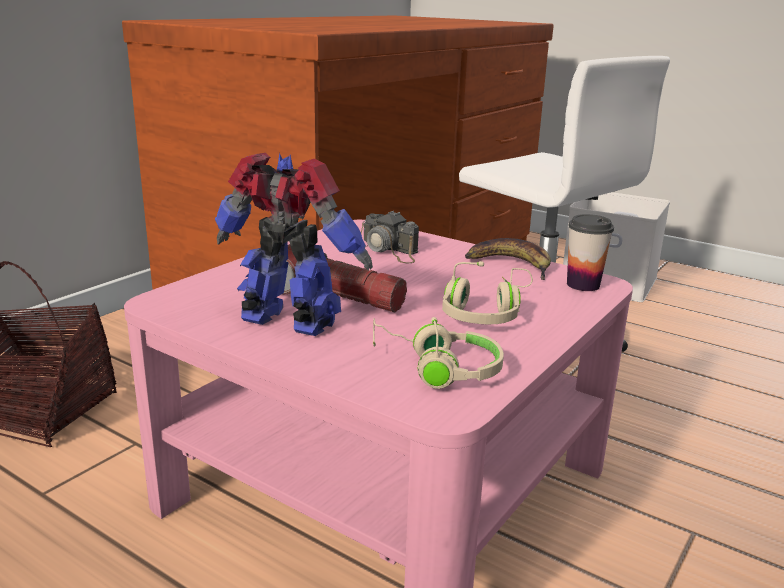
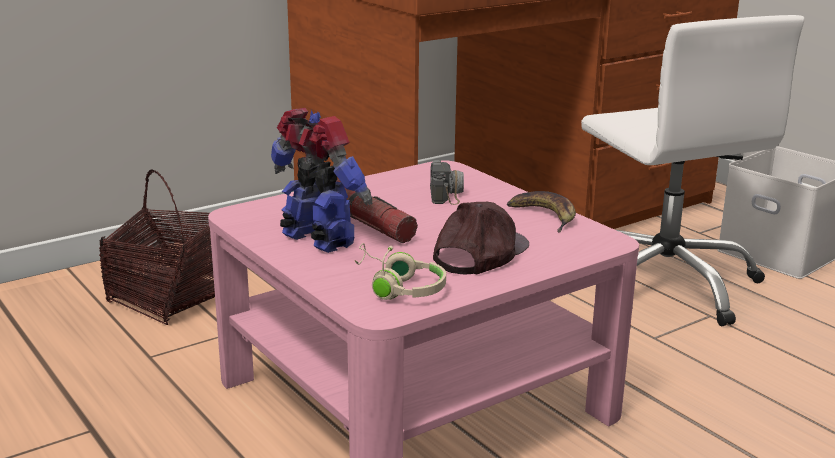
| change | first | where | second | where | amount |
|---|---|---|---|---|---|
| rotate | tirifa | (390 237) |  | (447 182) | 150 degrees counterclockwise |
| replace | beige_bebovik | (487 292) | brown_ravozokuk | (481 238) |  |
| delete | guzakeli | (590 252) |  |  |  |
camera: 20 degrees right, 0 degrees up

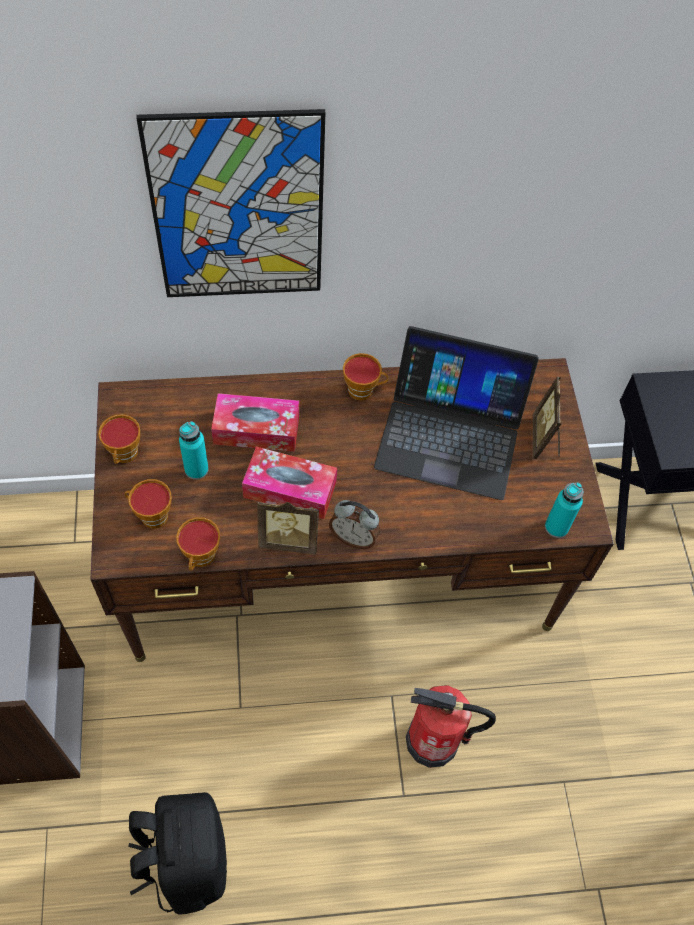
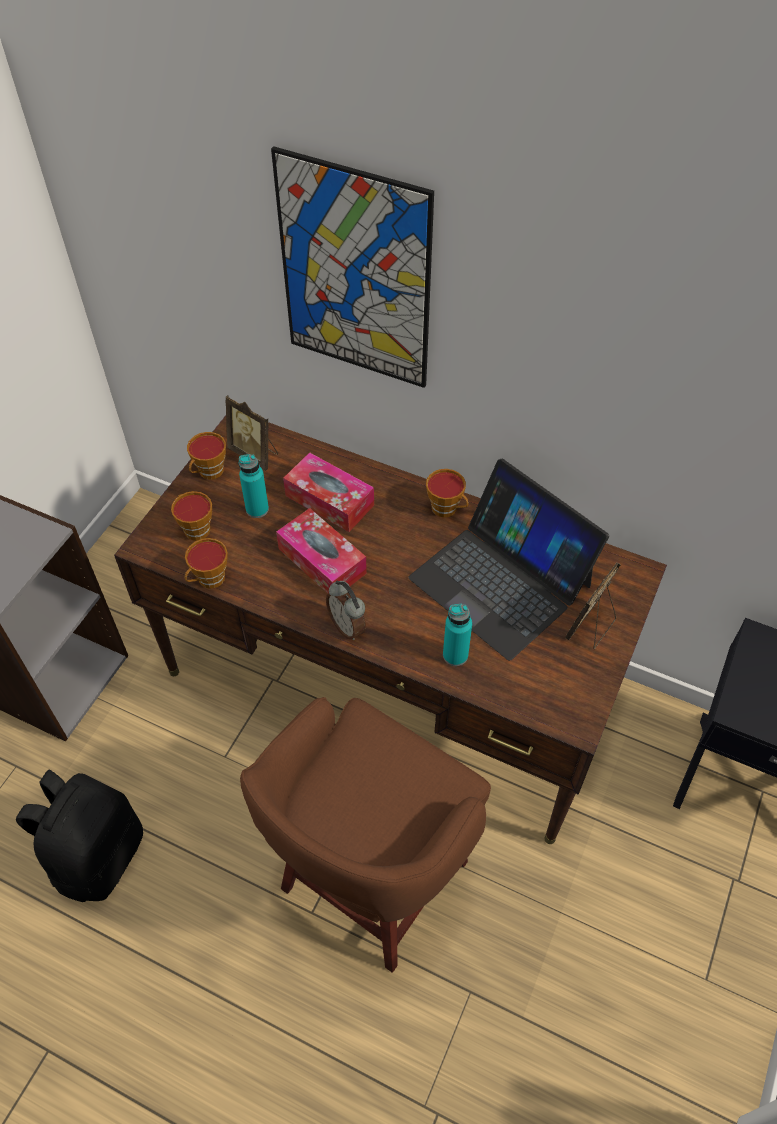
| change | first | where | second | where | amount |
|---|---|---|---|---|---|
| move | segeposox | (288 527) |  | (252 433) |  |
| replace | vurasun | (451 726) | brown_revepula | (365 835) |  |
| move | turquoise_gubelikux | (564 510) |  | (457 635) |  |
camera: 35 degrees right, 5 degrees down

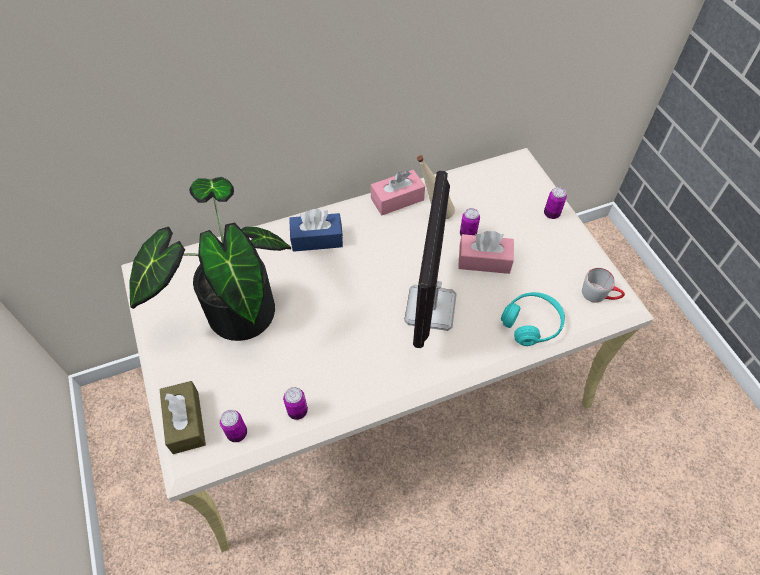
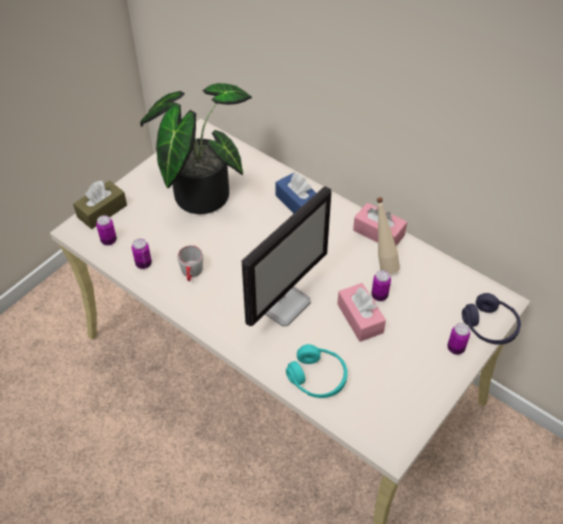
| change | first | where | second | where | amount |
|---|---|---|---|---|---|
| rotate | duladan | (430 259) |  | (287 256) | 150 degrees clockwise |
| move | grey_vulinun | (603 285) |  | (190 263) |  |
| insert |  |  | purple_bebovik | (491 319) |  |
camera: 60 degrees right, 5 degrees down

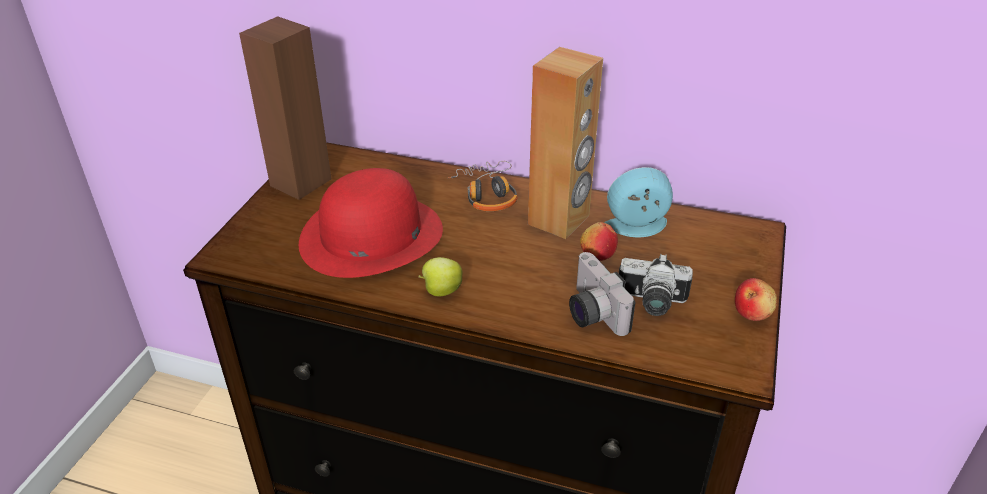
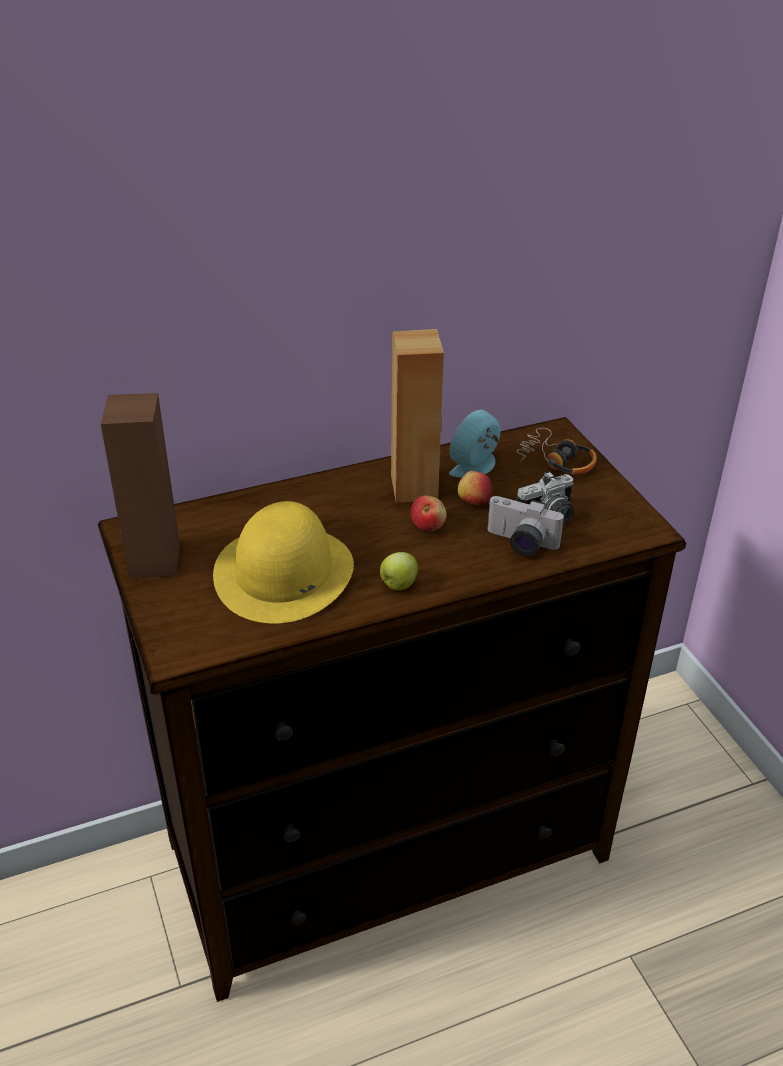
| change | first | where | second | where | amount |
|---|---|---|---|---|---|
| recolor | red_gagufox | (371 223) | yellow_gagufox | (283 562) |  |
| move | bebovik | (482 186) |  | (557 451) |  |
| move | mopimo | (756 299) |  | (428 513) |  |
camera: 40 degrees left, 0 degrees up

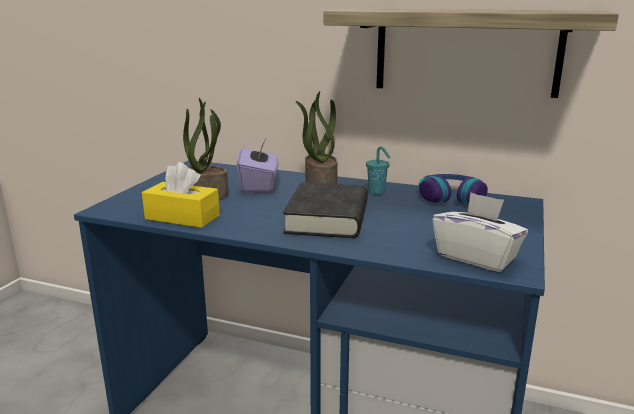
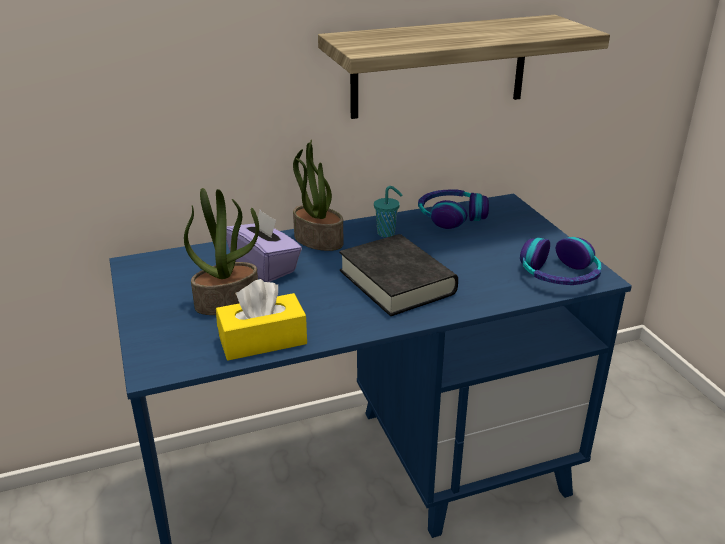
| change | first | where | second | where | amount |
|---|---|---|---|---|---|
| replace | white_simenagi | (480 232) | bebovik | (561 261) |  |
camera: 40 degrees left, 10 degrees up

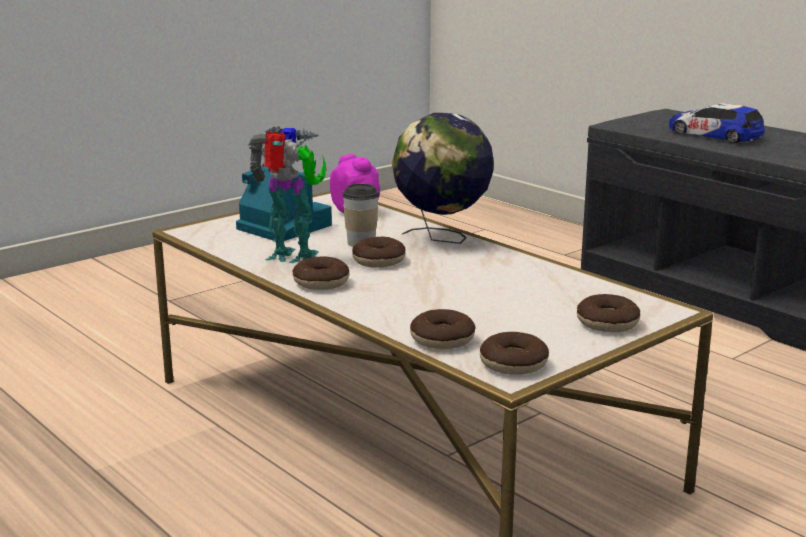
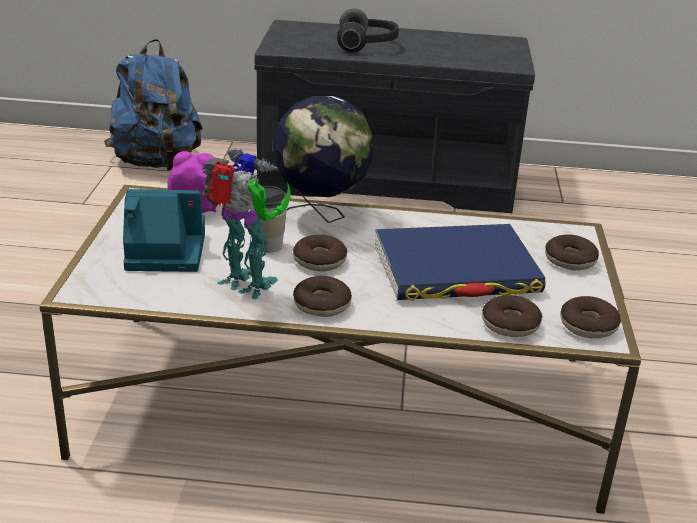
| change | first | where | second | where | amount |
|---|---|---|---|---|---|
| rotate | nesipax | (287 194) |  | (246 224) | 60 degrees clockwise |
| replace | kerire | (717 123) | bebovik | (368 30) |  |
| insert |  |  | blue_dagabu | (153 105) |  |
| insert |  |  | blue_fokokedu | (460 262) |  |
camera: 45 degrees left, 10 degrees up

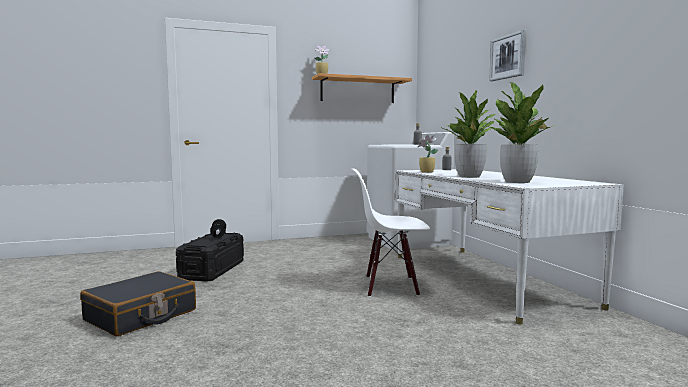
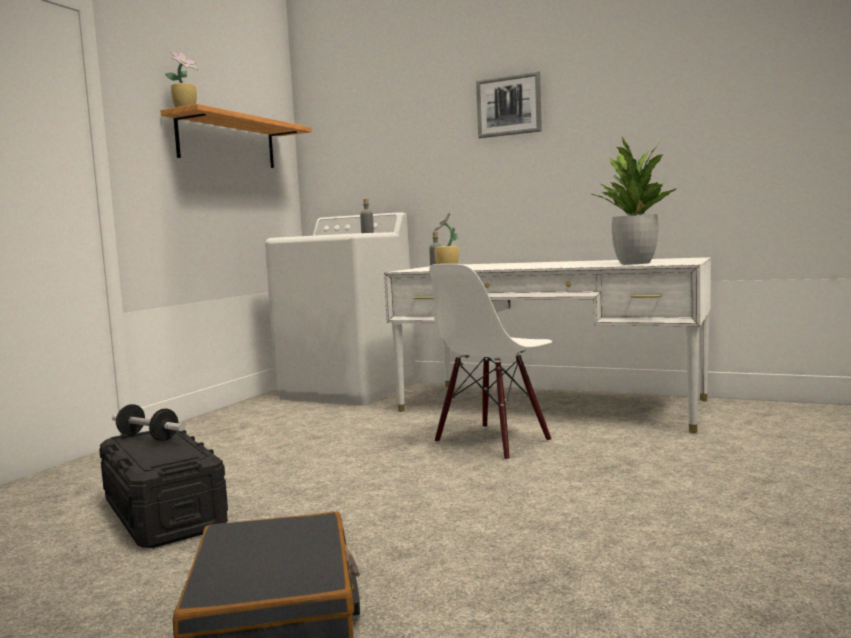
| change | first | where | second | where | amount |
|---|---|---|---|---|---|
| delete | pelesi | (469 134) |  |  |  |
camera: 45 degrees left, 0 degrees up

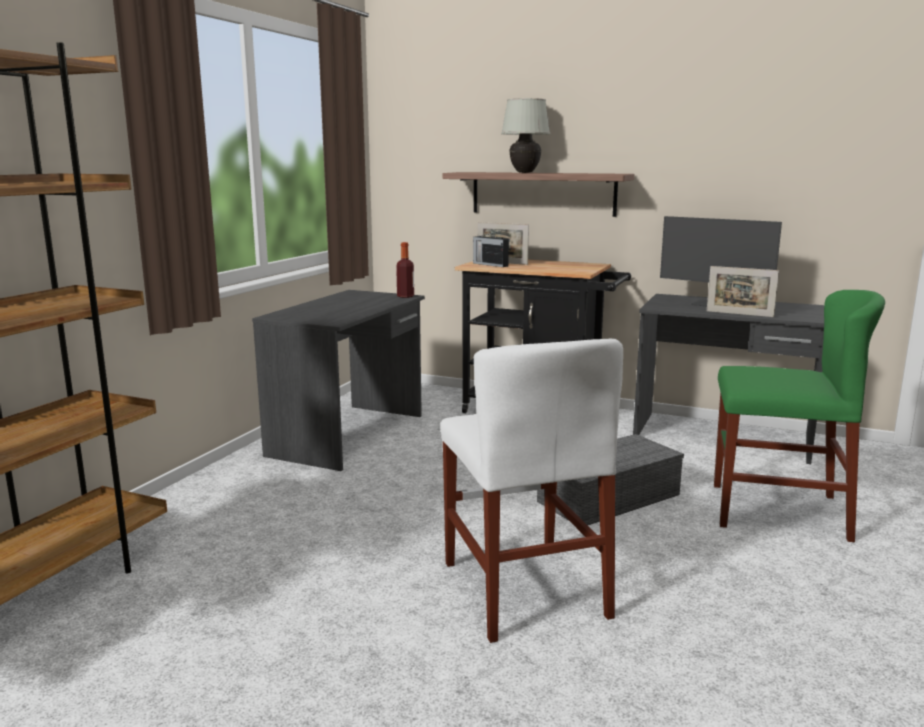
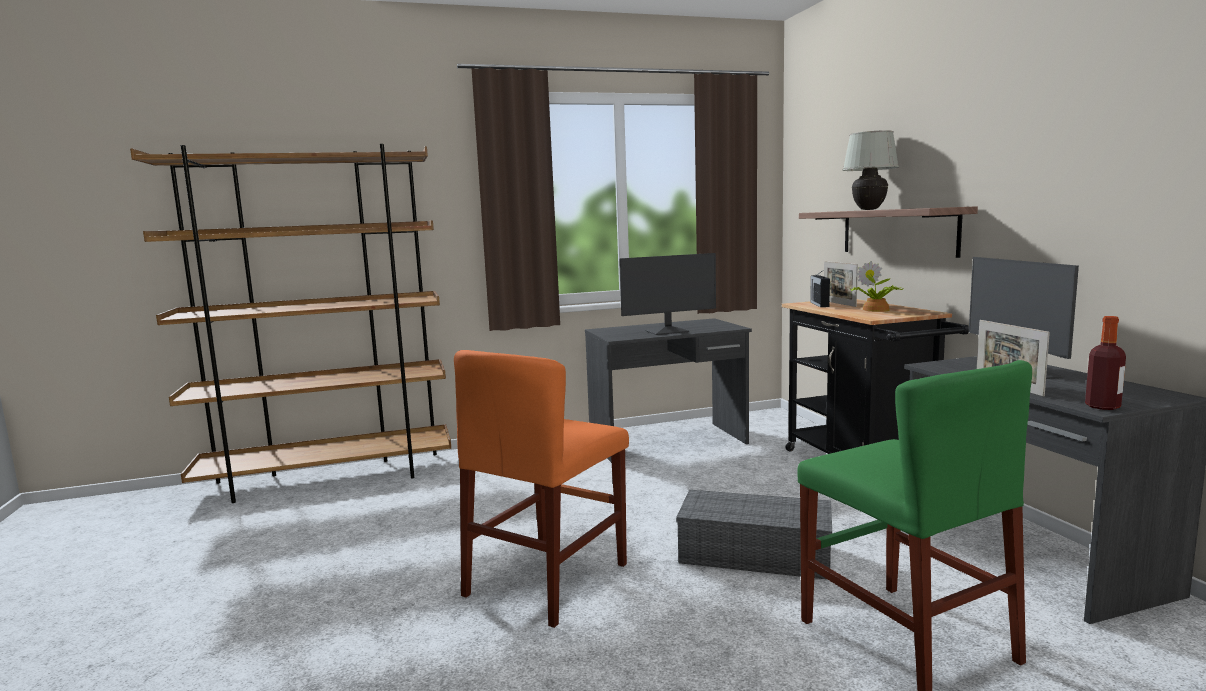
| change | first | where | second | where | amount |
|---|---|---|---|---|---|
| move | gubelikux | (405 270) |  | (1105 363) |  |
| recolor | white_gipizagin | (532 490) | orange_gipizagin | (541 489) |  |
| insert |  |  | duladan | (667 294) |  |
| insert |  |  | pelesi | (876 286) |  |
camera: 50 degrees right, 5 degrees down

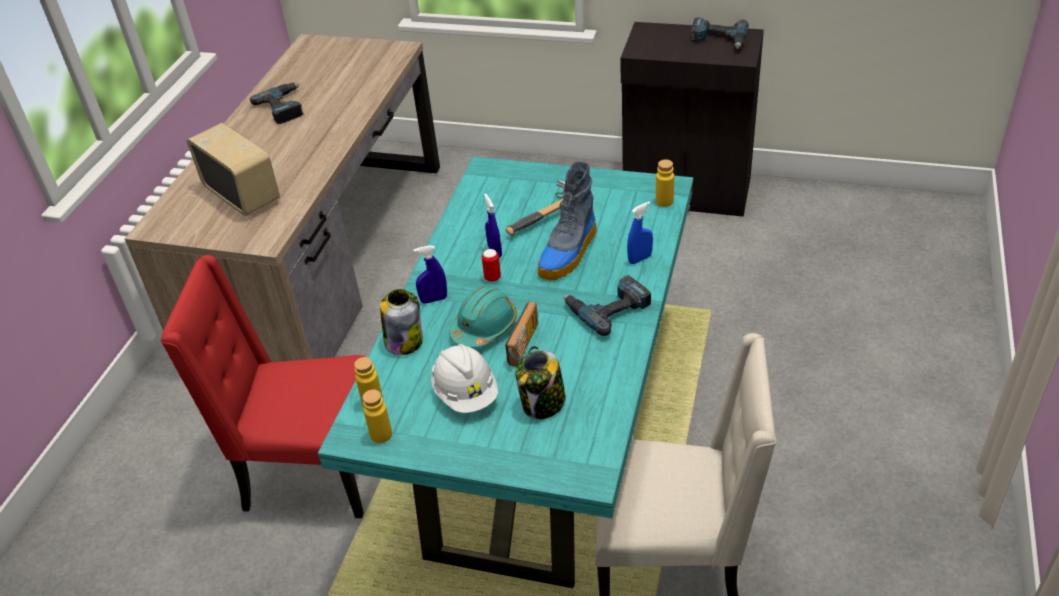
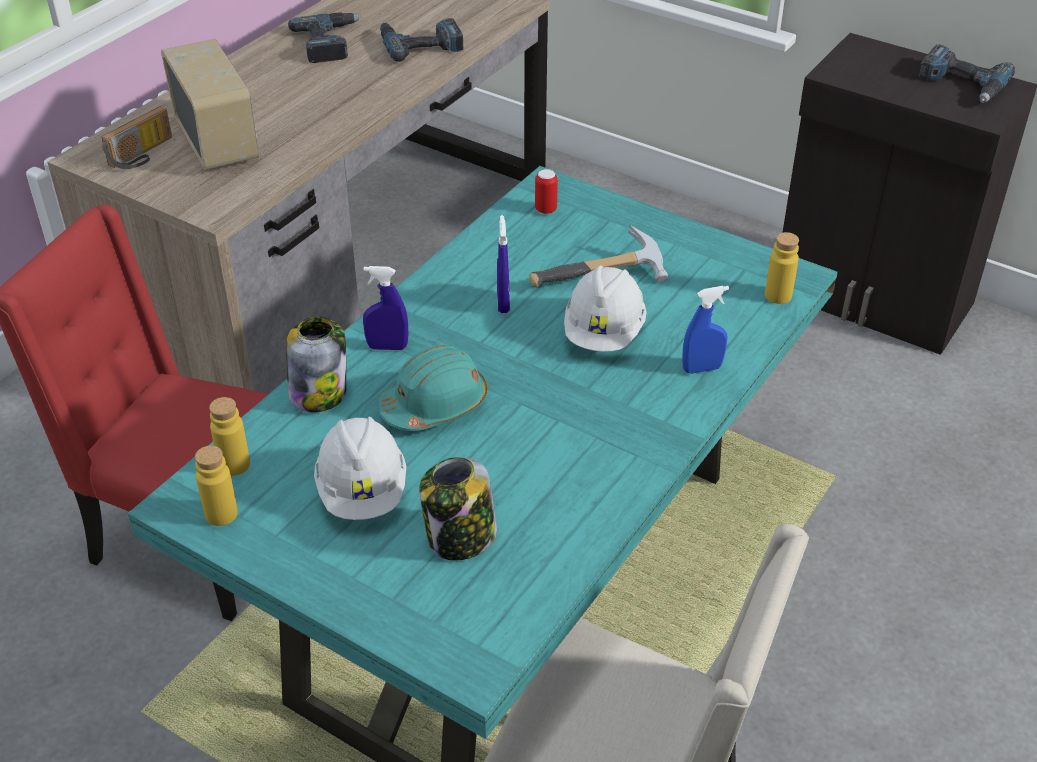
| change | first | where | second | where | amount |
|---|---|---|---|---|---|
| move | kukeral | (491 265) |  | (546 191) |  |
| move | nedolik | (522 334) |  | (137 137) |  |
| replace | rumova | (567 220) | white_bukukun | (605 308) |  |
| move | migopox | (607 305) |  | (421 40) |  |
camera: 15 degrees right, 0 degrees up

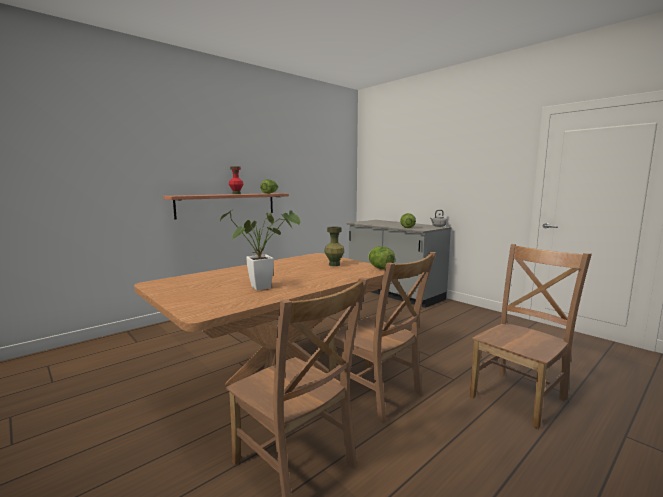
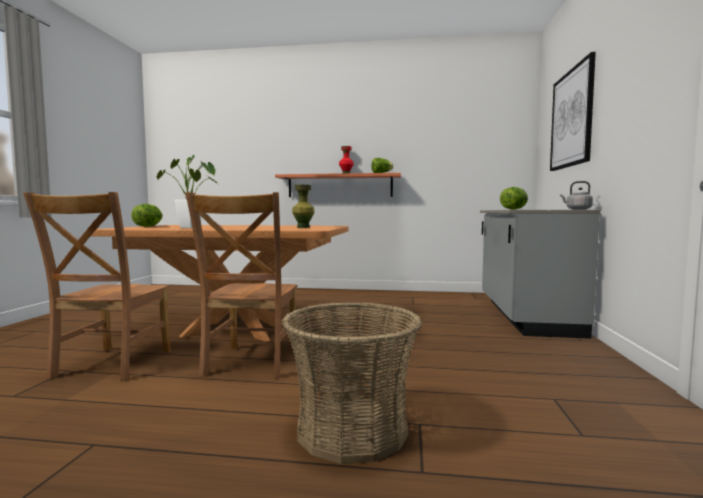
| change | first | where | second | where | amount |
|---|---|---|---|---|---|
| move | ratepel | (381 257) |  | (147 215) |  |
| replace | brown_gipizagin | (530 336) | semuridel | (352 383) |  |
| insert |  |  | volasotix | (573 111) |  |
camera: 50 degrees right, 5 degrees down

